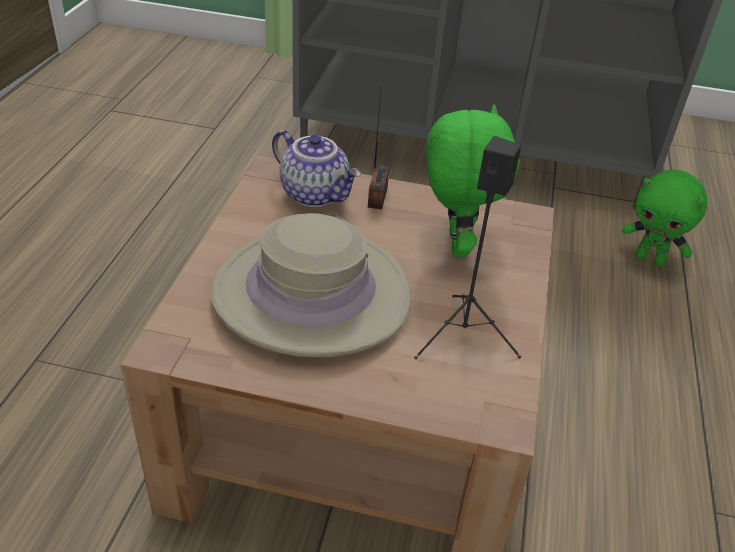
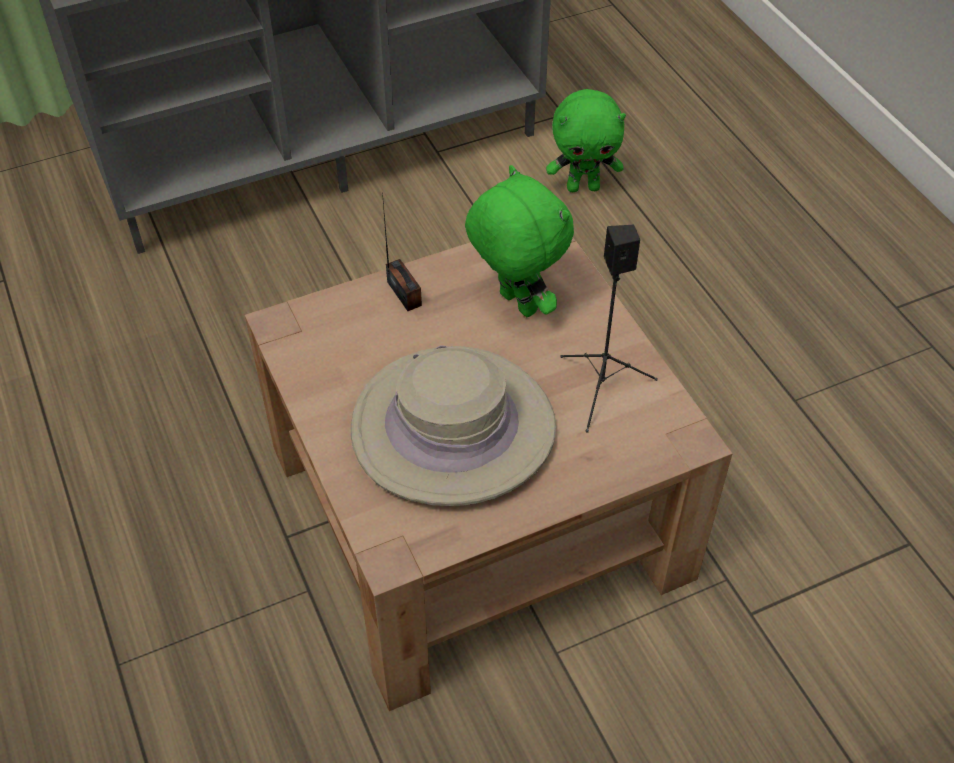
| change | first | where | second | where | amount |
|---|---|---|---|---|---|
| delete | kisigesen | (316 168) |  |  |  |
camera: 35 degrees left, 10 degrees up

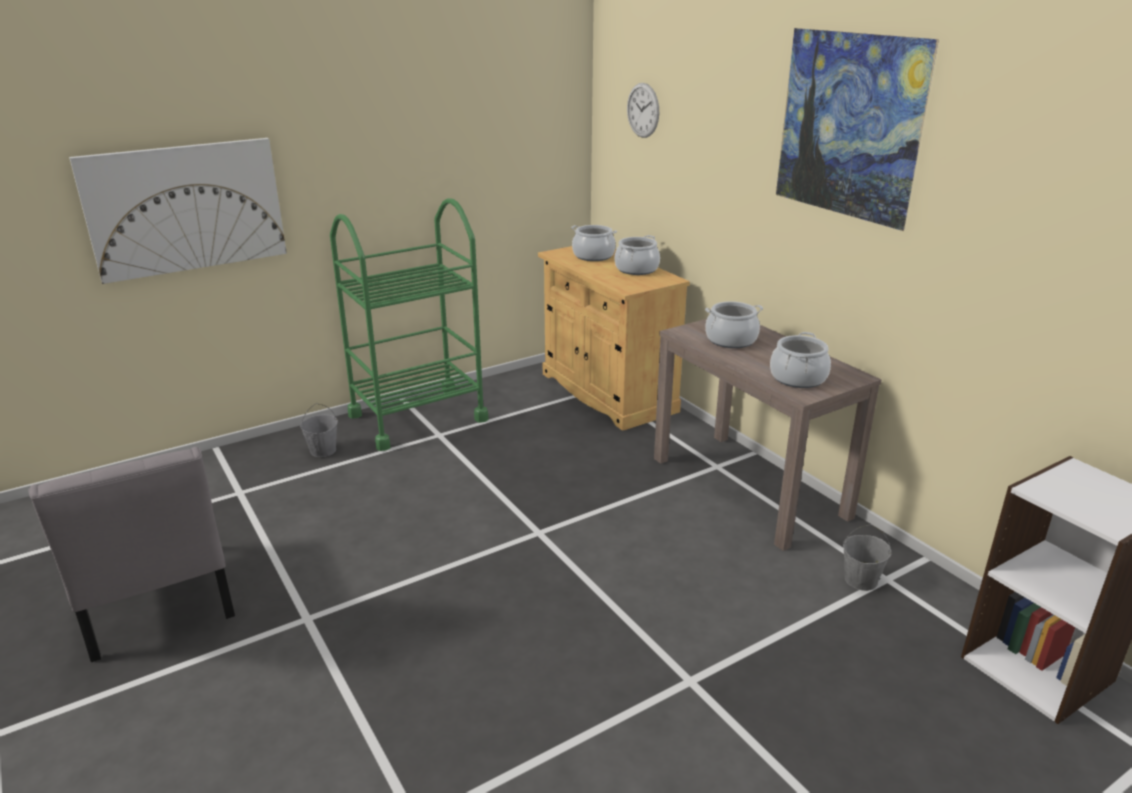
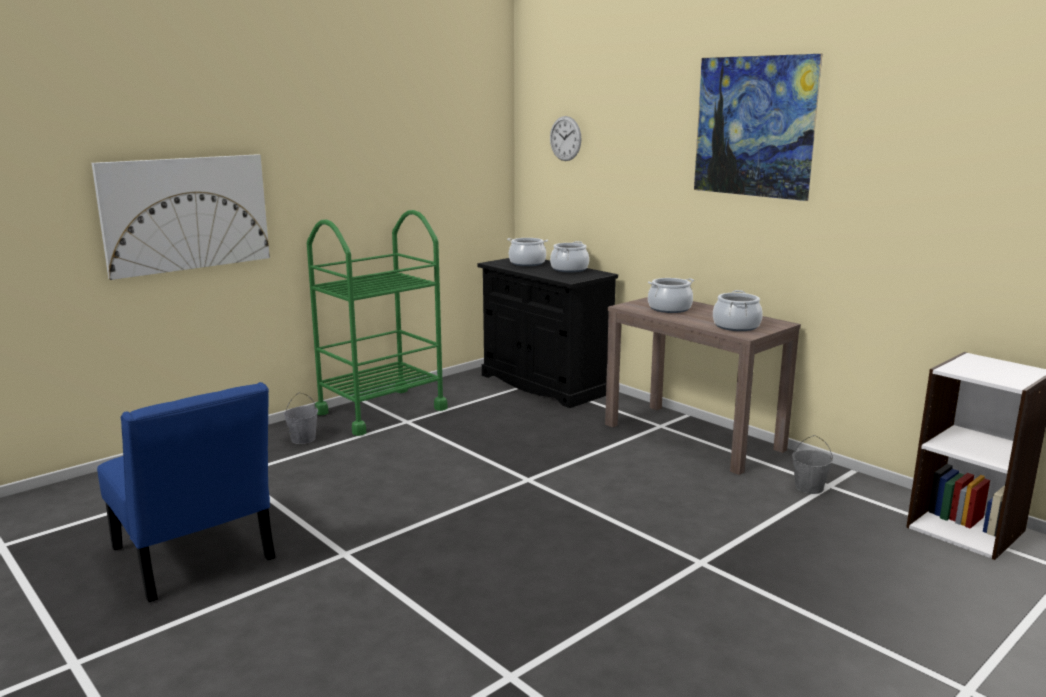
| change | first | where | second | where | amount |
|---|---|---|---|---|---|
| recolor | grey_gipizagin | (131 554) | blue_gipizagin | (186 492) |  |
| recolor | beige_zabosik | (614 338) | black_zabosik | (547 333) |  |
camera: 10 degrees left, 10 degrees down

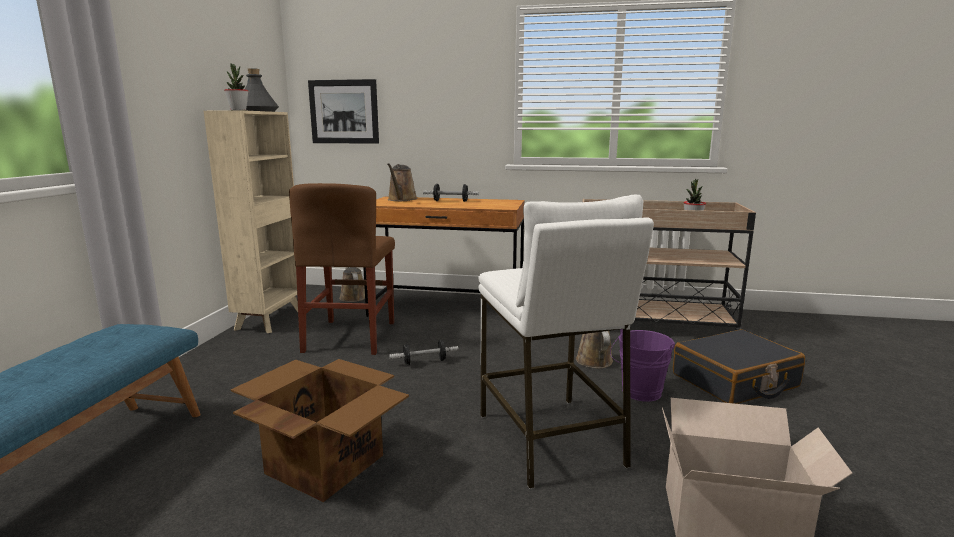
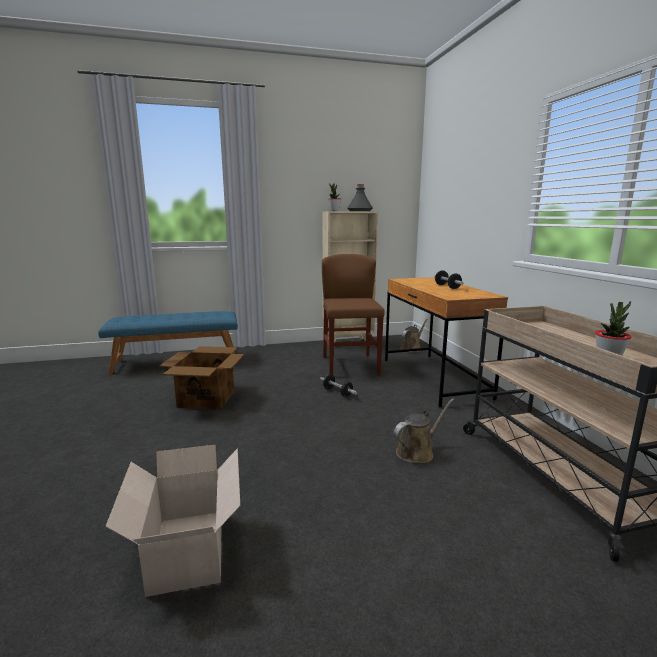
| change | first | where | second | where | amount |
|---|---|---|---|---|---|
| rotate | brown_gipizagin | (342 269) |  | (353 314) | 105 degrees clockwise |
| delete | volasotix | (343 111) |  |  |  |
| delete | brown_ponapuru | (402 182) |  |  |  |
| delete | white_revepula | (566 342) |  |  |  |
| delete | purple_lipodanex | (642 365) |  |  |  |
| delete | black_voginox | (739 366) |  |  |  |
camera: 65 degrees right, 0 degrees up

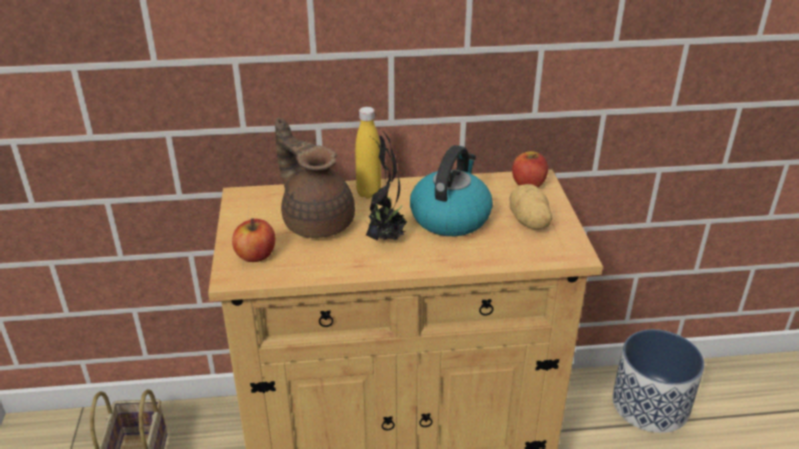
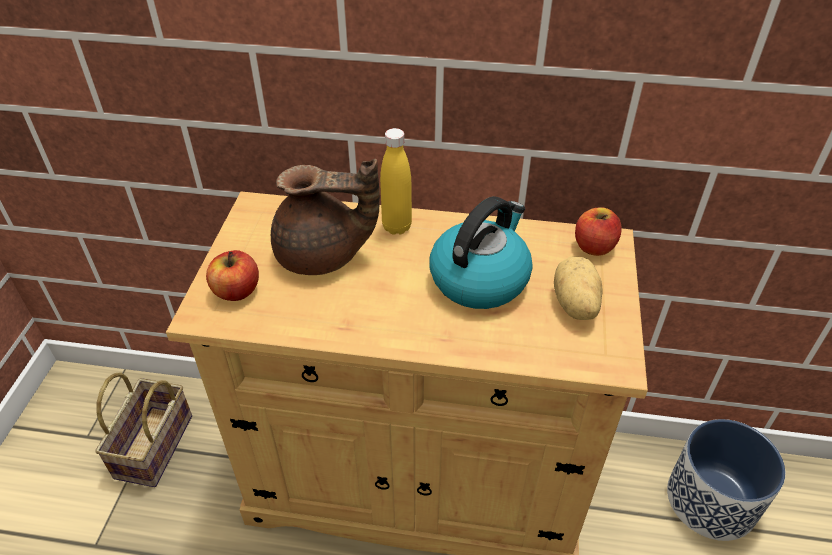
| change | first | where | second | where | amount |
|---|---|---|---|---|---|
| rotate | brown_kisigesen | (315 178) |  | (325 217) | 120 degrees clockwise |
| delete | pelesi | (386 184) |  |  |  |
camera: 15 degrees right, 10 degrees up

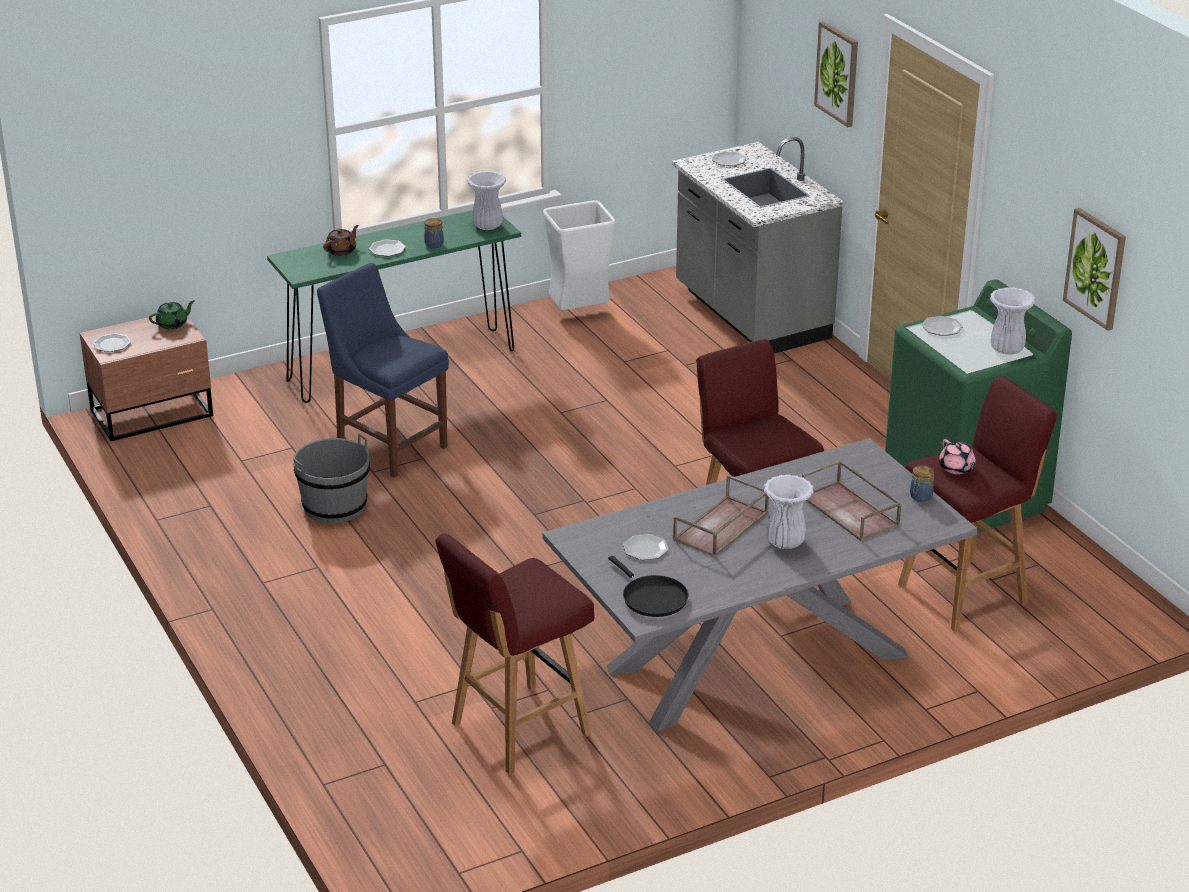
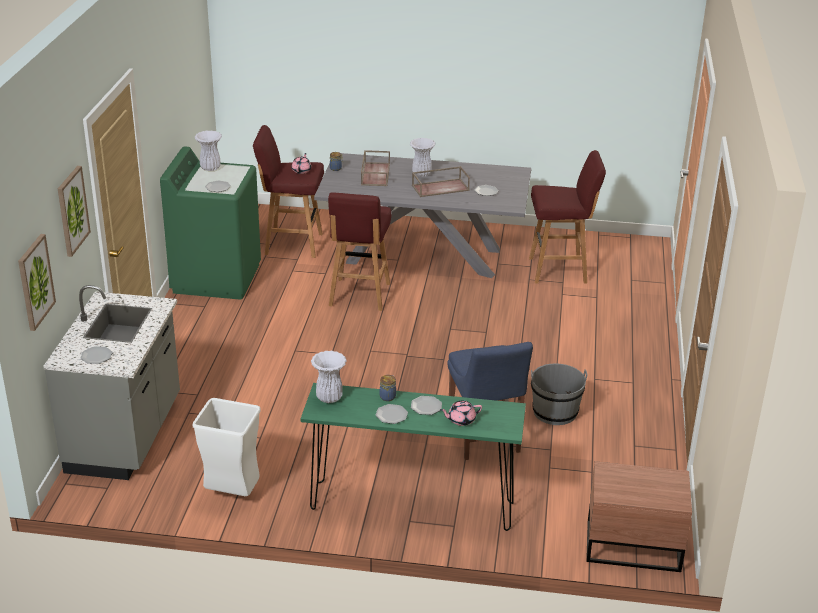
| change | first | where | second | where | amount |
|---|---|---|---|---|---|
| move | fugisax | (112 342) |  | (392 414) |  |
| delete | green_kisigesen | (172 314) |  |  |  |
| recolor | brown_kisigesen | (341 240) | pink_kisigesen | (461 413) |  |
| delete | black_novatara | (648 586) |  |  |  |
| move | volasotix | (1094 269) |  | (37 282) |  |
camera: 145 degrees left, 0 degrees up

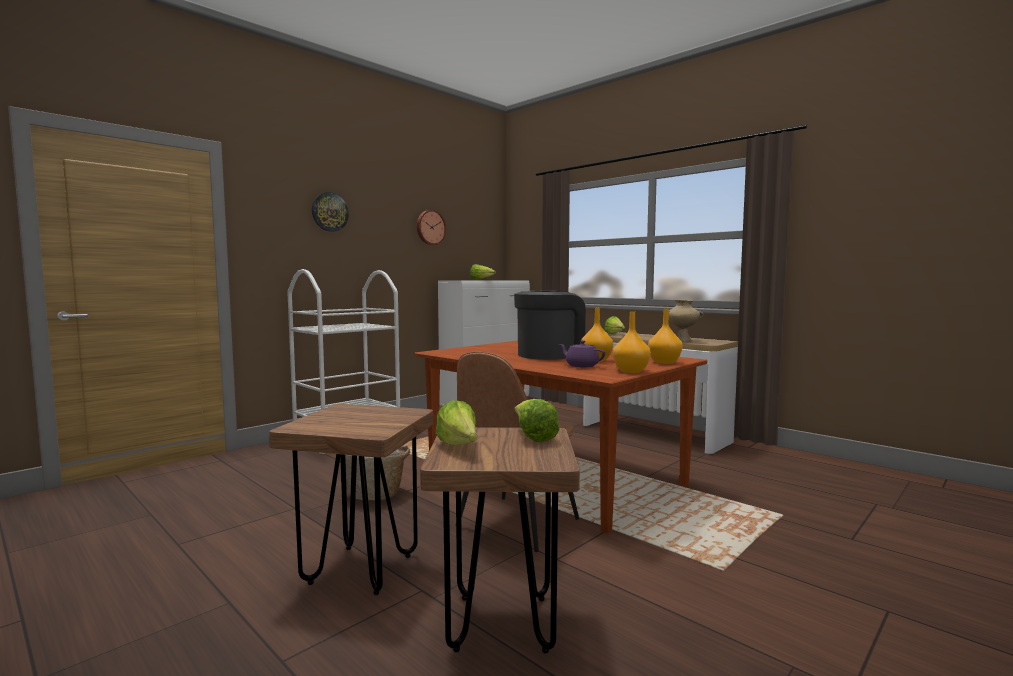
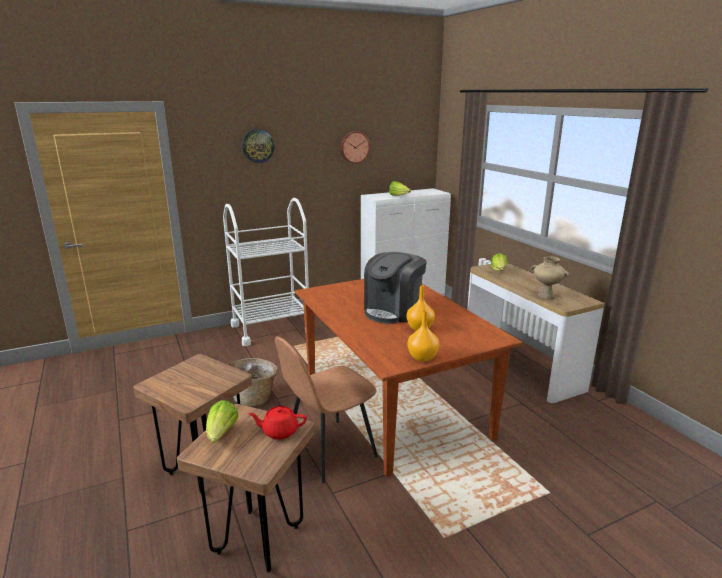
| change | first | where | second | where | amount |
|---|---|---|---|---|---|
| rotate | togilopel | (550 325) |  | (395 288) | 150 degrees clockwise |
| replace | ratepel | (537 420) | red_kisigesen | (278 422) |  |
| delete | purple_kisigesen | (582 353) |  |  |  |
| delete | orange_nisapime | (665 336) |  |  |  |
camera: 20 degrees right, 15 degrees up

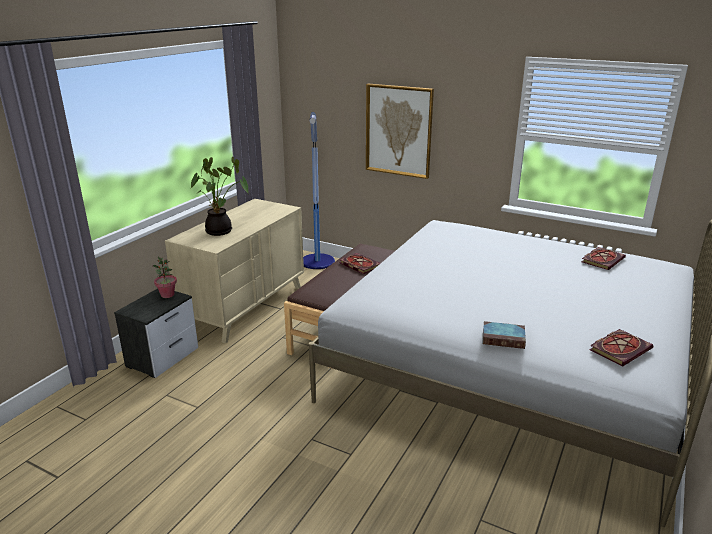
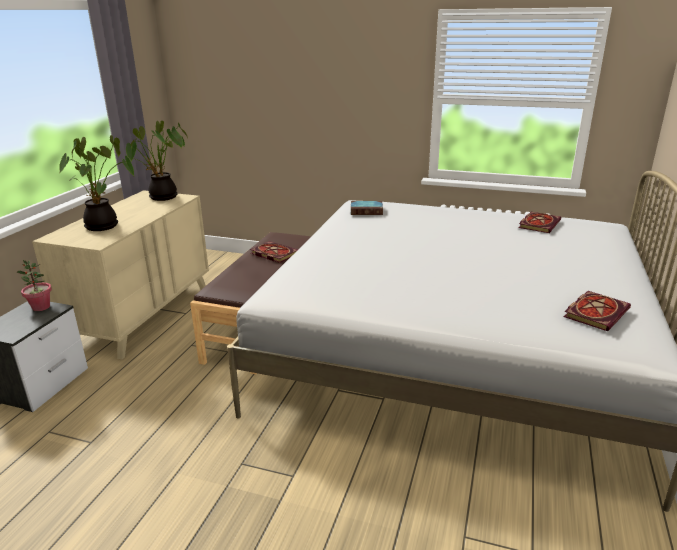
| change | first | where | second | where | amount |
|---|---|---|---|---|---|
| delete | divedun | (319 190) |  |  |  |
| delete | volasotix | (400 131) |  |  |  |
| move | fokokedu | (504 335) |  | (367 208) |  |
| insert |  |  | pelesi | (156 161) |  |
camera: 10 degrees left, 0 degrees up

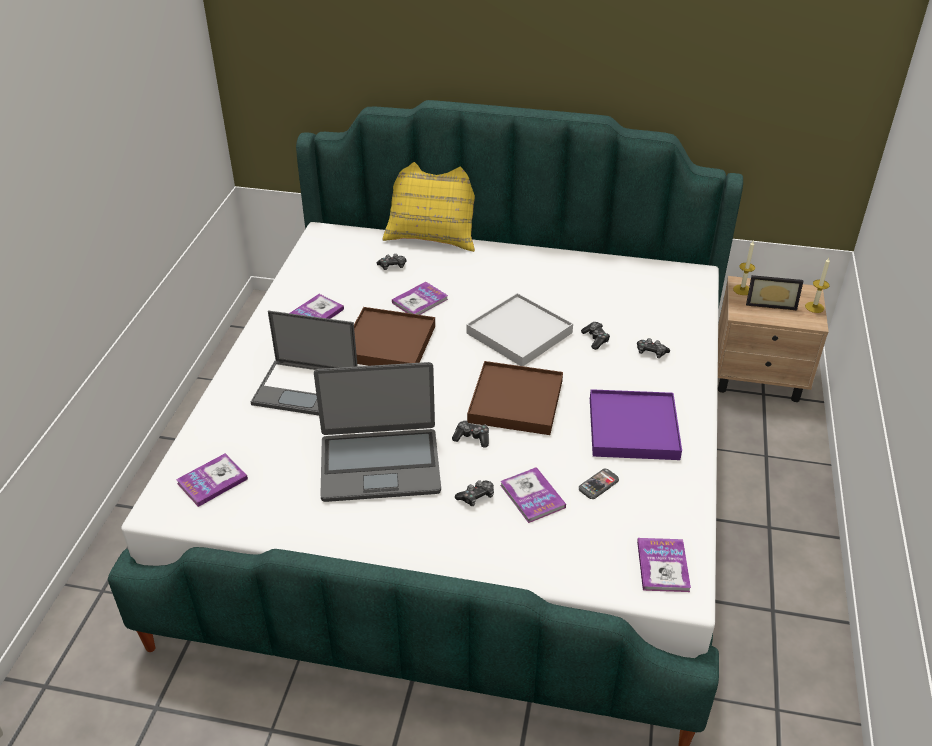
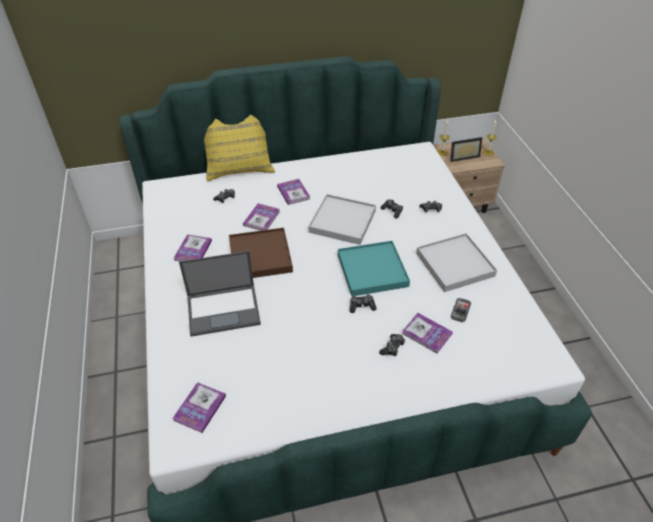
| change | first | where | second | where | amount |
|---|---|---|---|---|---|
| delete | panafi | (377 432) |  |  |  |
| recolor | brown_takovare | (515 398) | turquoise_takovare | (374 269) |  |
| recolor | purple_takovare | (636 424) | white_takovare | (456 262) |  |
| move | fokokedu | (664 565) |  | (293 192) |  |
camera: 25 degrees left, 5 degrees up

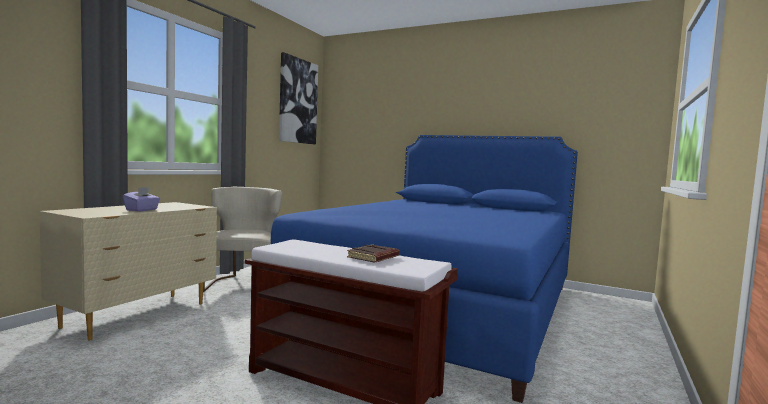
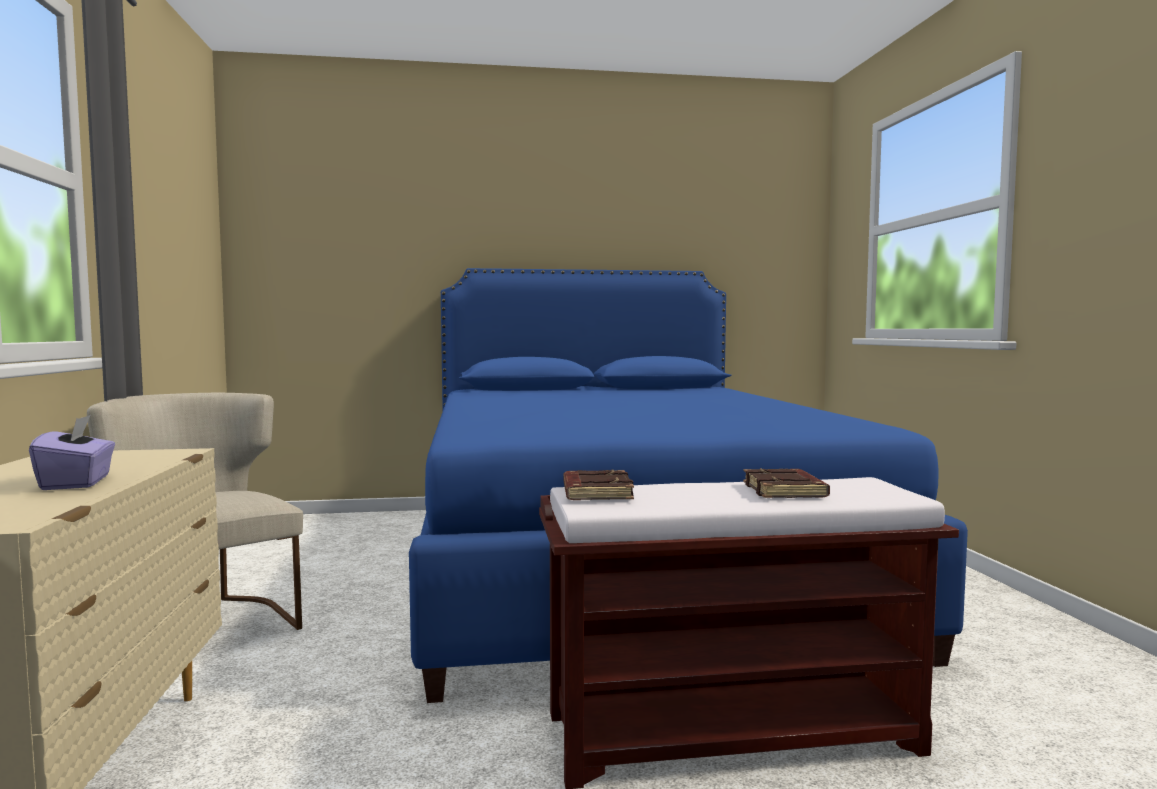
| change | first | where | second | where | amount |
|---|---|---|---|---|---|
| delete | volasotix | (298 98) |  |  |  |
| insert |  |  | brown_fokokedu | (599 485) |  |
camera: 35 degrees left, 0 degrees up

